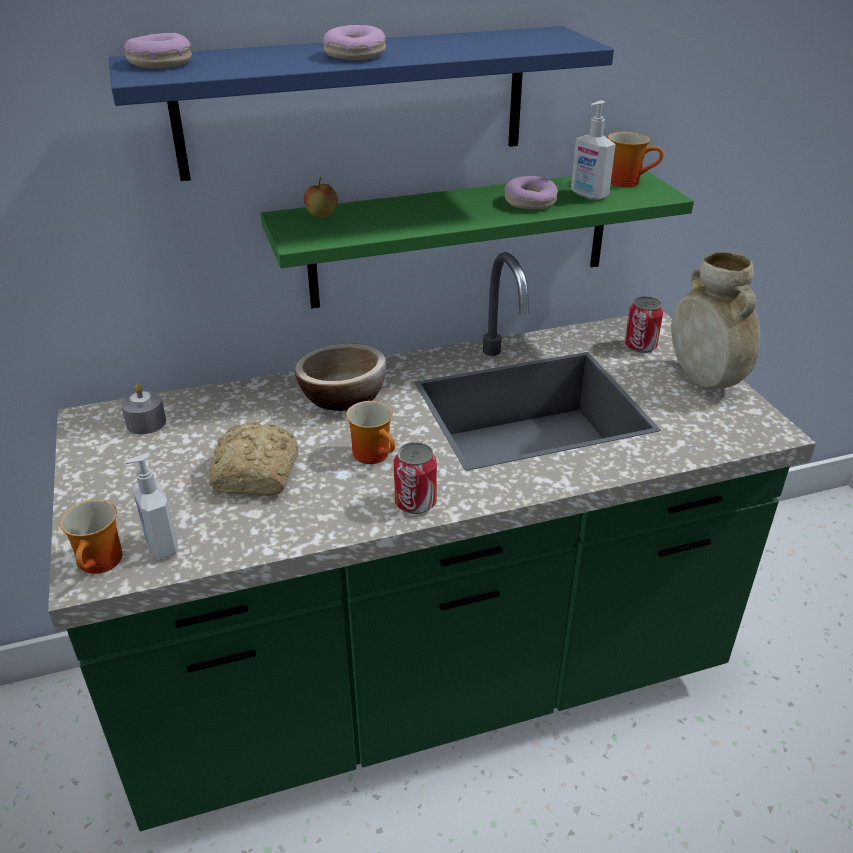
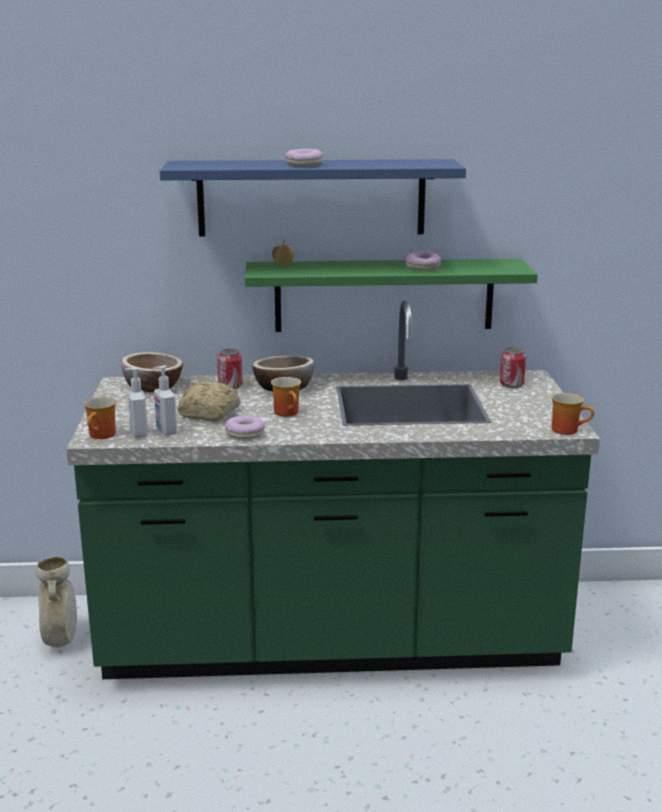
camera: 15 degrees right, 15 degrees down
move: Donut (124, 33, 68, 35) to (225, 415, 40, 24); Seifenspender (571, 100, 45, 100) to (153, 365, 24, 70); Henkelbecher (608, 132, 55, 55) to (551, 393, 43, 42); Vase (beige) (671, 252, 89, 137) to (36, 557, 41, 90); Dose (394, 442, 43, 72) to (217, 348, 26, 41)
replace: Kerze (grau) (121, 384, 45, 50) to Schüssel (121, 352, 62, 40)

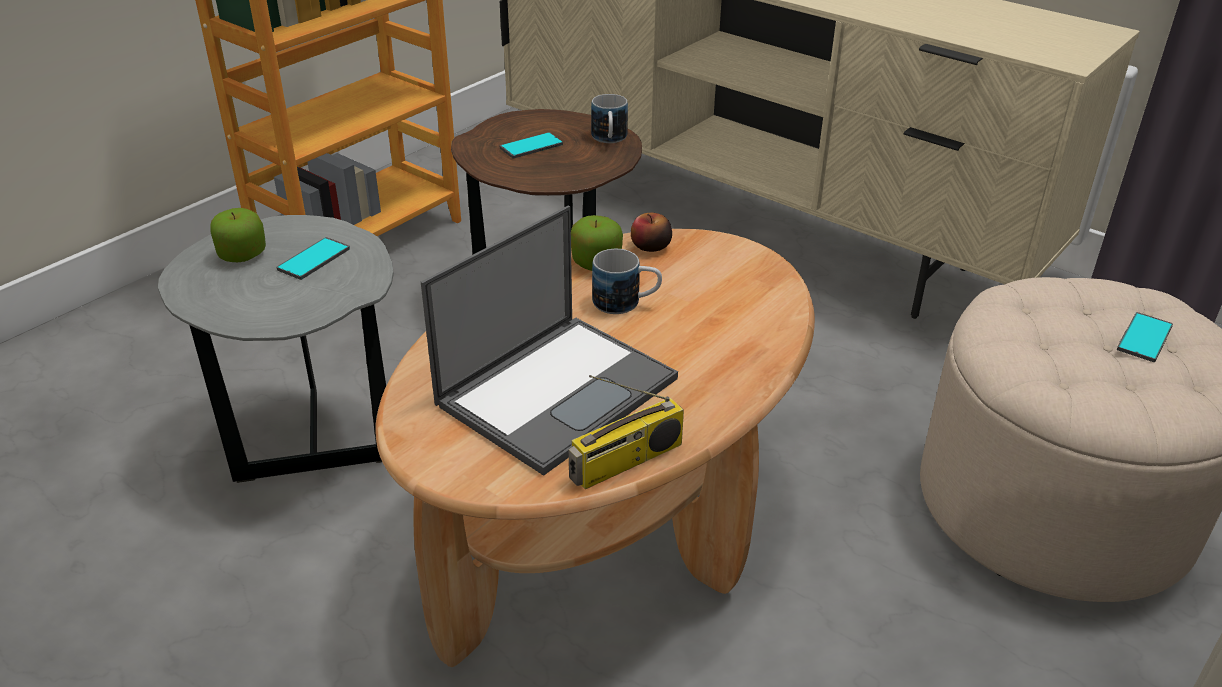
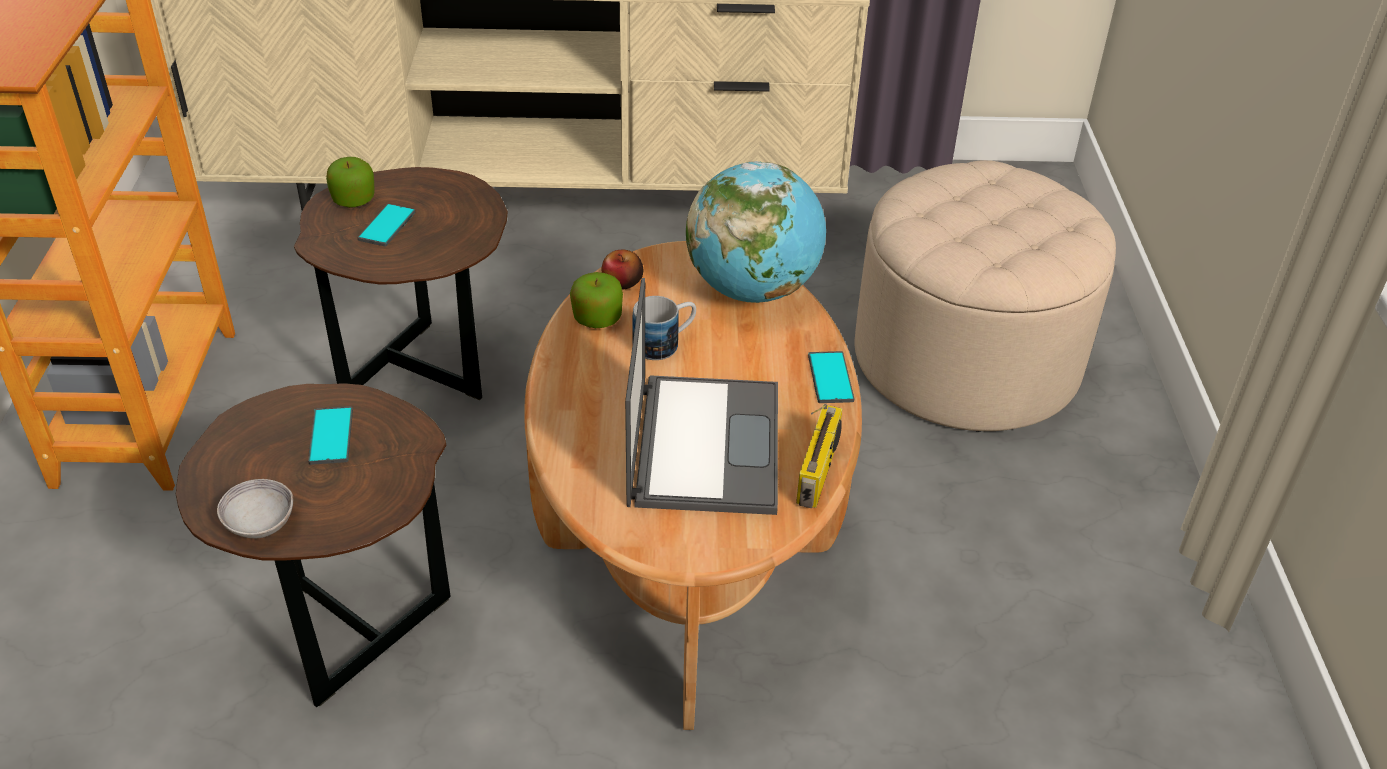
camera: 40 degrees left, 5 degrees up
delete: Henkelbecher (591, 94, 37, 49)
insert: Globus (686, 161, 140, 142); Schüssel (grau) (217, 479, 76, 59)
move: Apfel (210, 208, 56, 54) to (326, 157, 49, 51); Handy (1117, 312, 56, 50) to (808, 351, 46, 52)
recolor: Beistelltisch (grau) (158, 215, 236, 268) to Beistelltisch (braun) (176, 383, 275, 324)

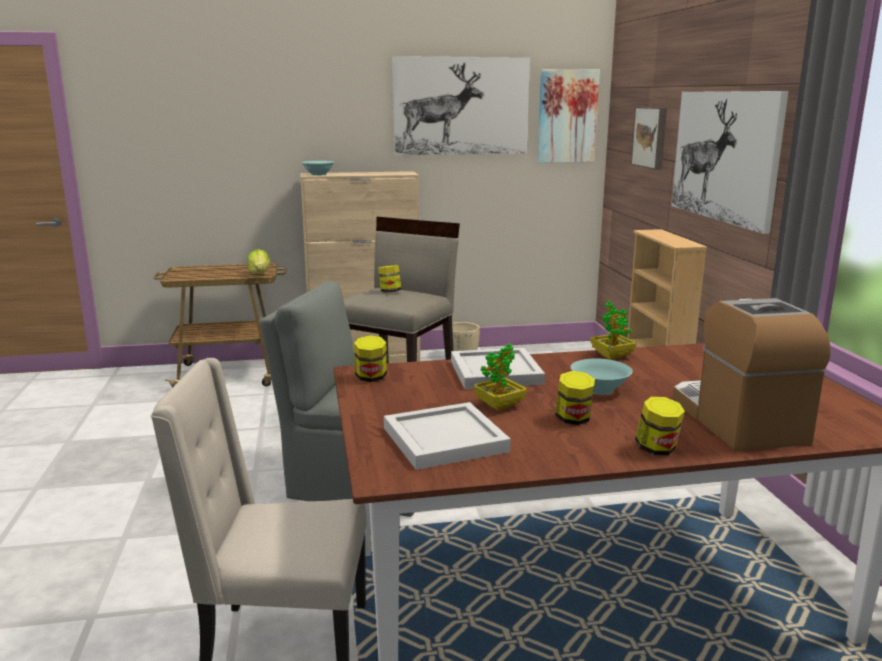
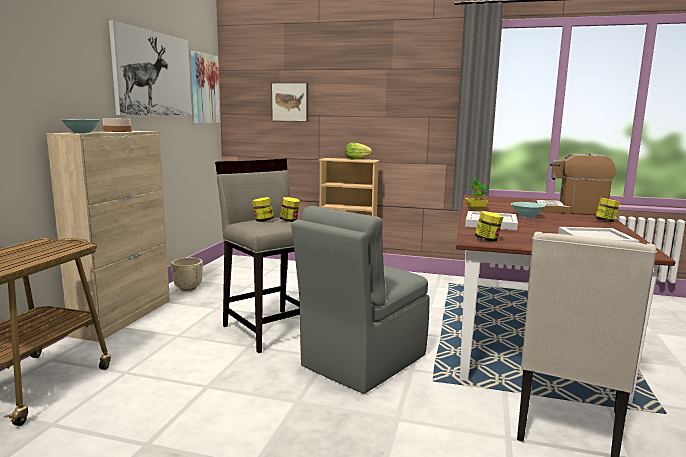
camera: 65 degrees left, 5 degrees down
delete: Bild (671, 91, 118, 143); Topfpflanze (473, 344, 54, 66)
insert: Schüssel (103, 118, 28, 14)
move: Salatkopf (248, 249, 23, 25) to (345, 143, 27, 16); Vorratsglas (555, 371, 40, 54) to (280, 197, 20, 25)

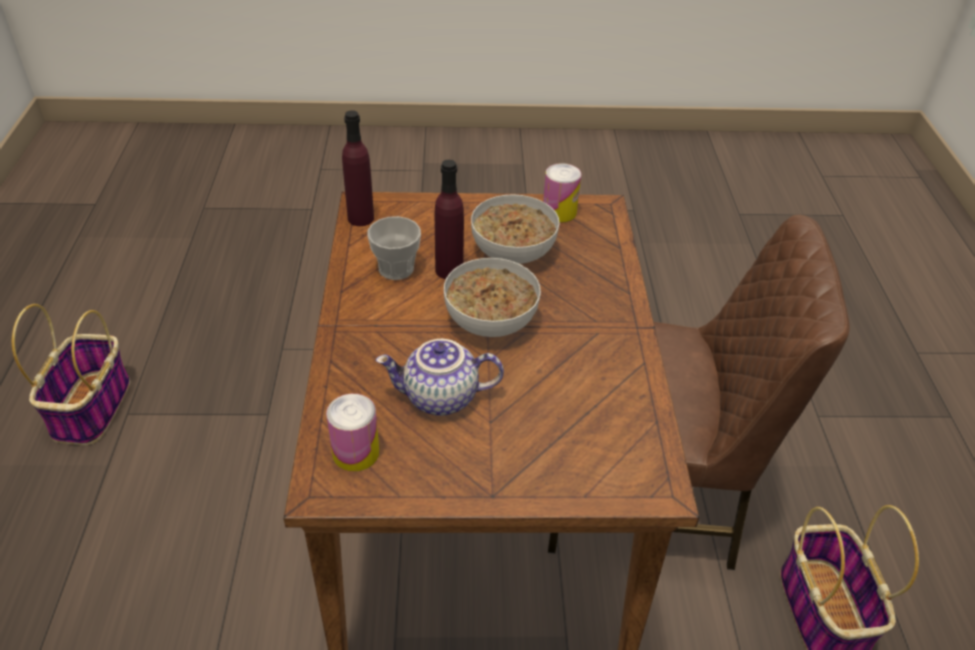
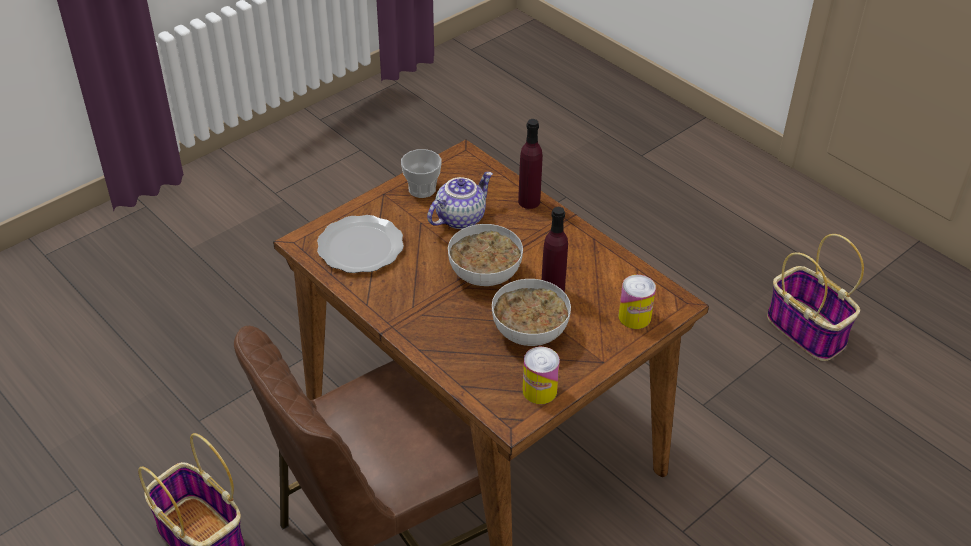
camera: 140 degrees right, 0 degrees up
insert: Teller (317, 215, 87, 58)
move: Flasche (lila) (342, 110, 32, 116) to (518, 119, 24, 90); Tasse (367, 216, 54, 64) to (401, 149, 41, 49); Dose (326, 394, 53, 78) to (619, 275, 37, 54)

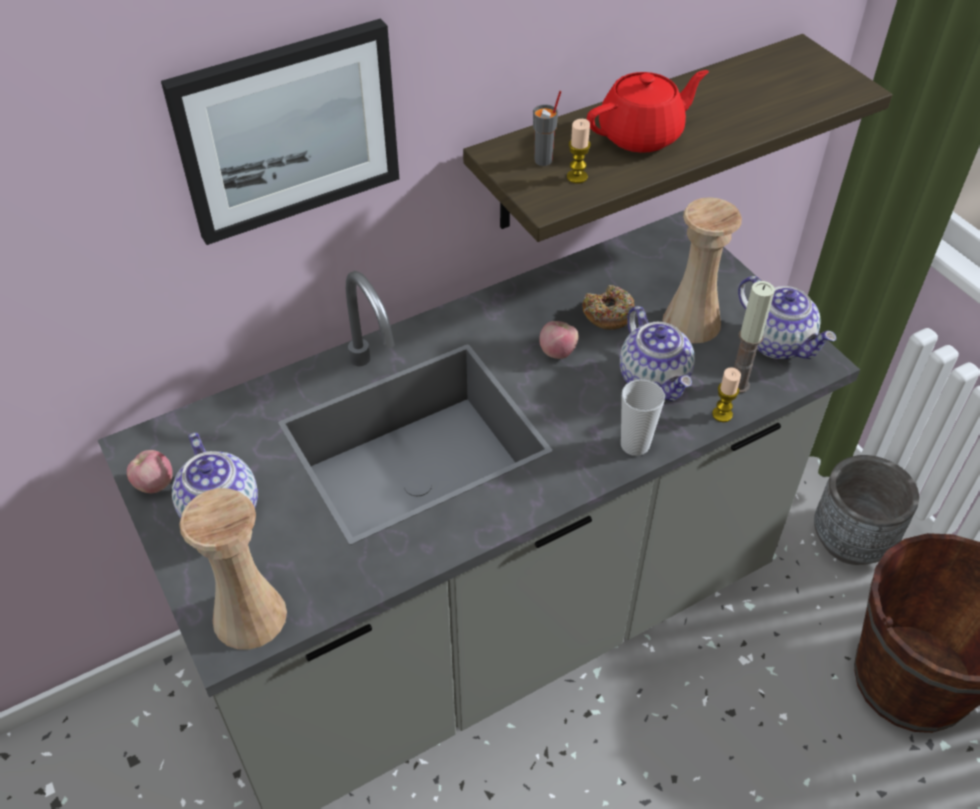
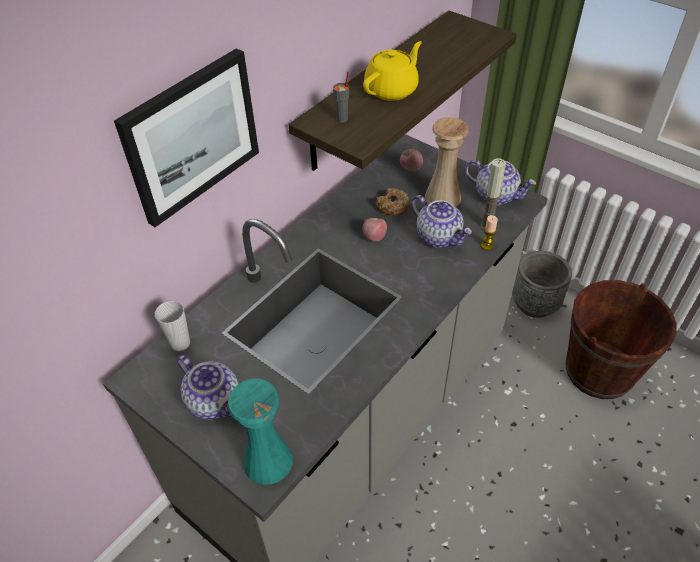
camera: 20 degrees left, 0 degrees up
delete: Kerze (567, 119, 24, 64)
move: Tasse (621, 379, 44, 77) to (155, 301, 35, 50); Apfel (127, 450, 46, 43) to (400, 149, 23, 22)
recolor: Teekanne (rot) (587, 70, 122, 83) to Teekanne (gelb) (363, 41, 59, 60); Vase (beige) (179, 488, 108, 162) to Vase (türkis) (228, 379, 65, 106)

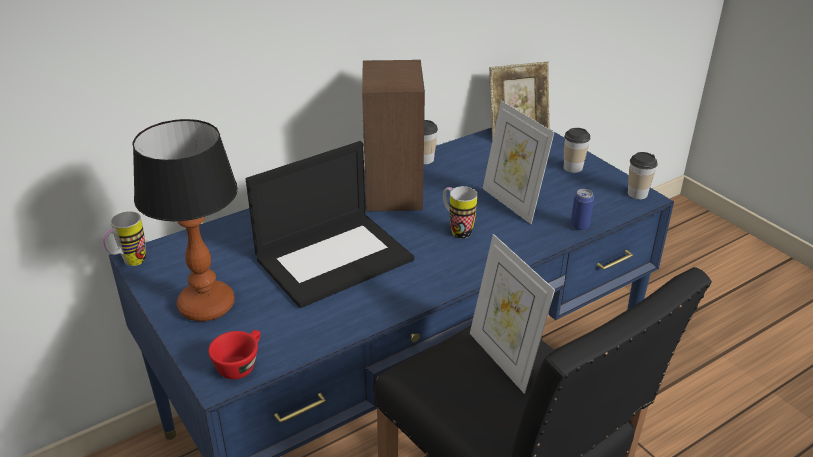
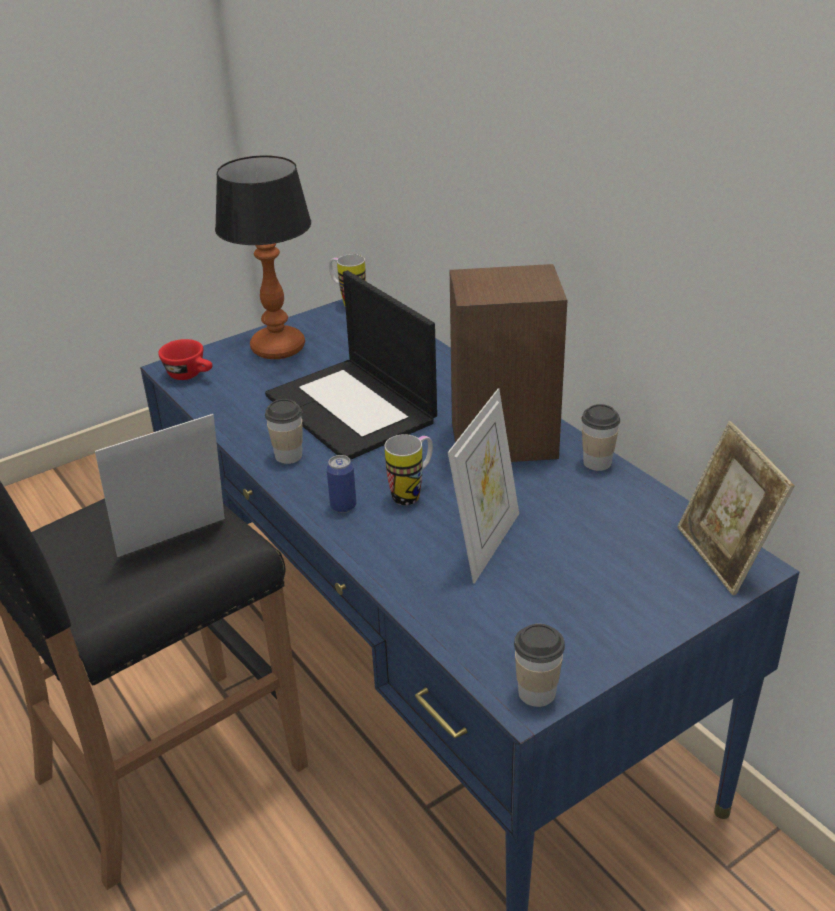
camera: 90 degrees right, 0 degrees up
move: Tasse (564, 128, 26, 45) to (265, 399, 38, 65); Dose (571, 189, 23, 42) to (326, 455, 31, 58)
rotate: Bilderrahmen (482, 101, 72, 123) = (448, 388, 71, 196) 150 degrees clockwise

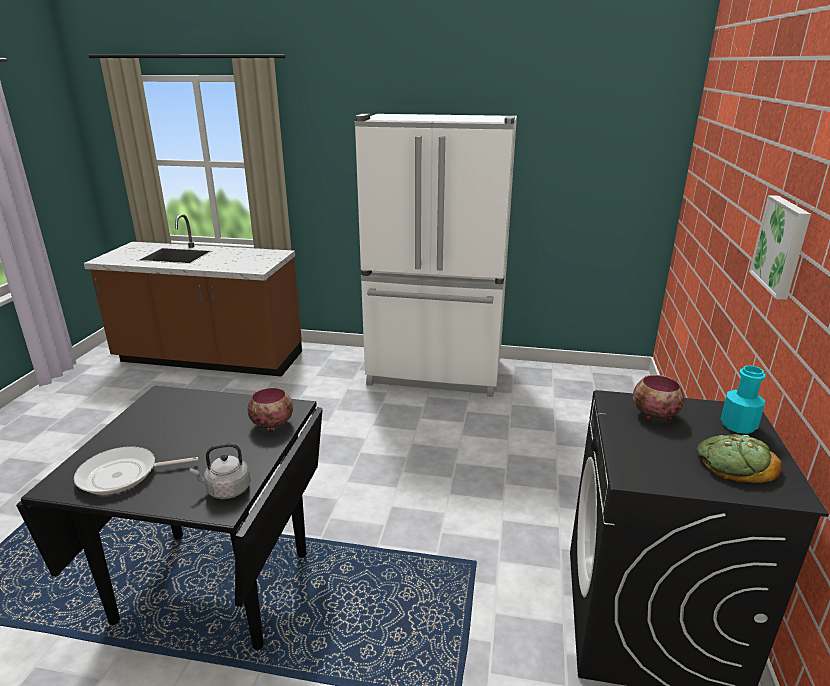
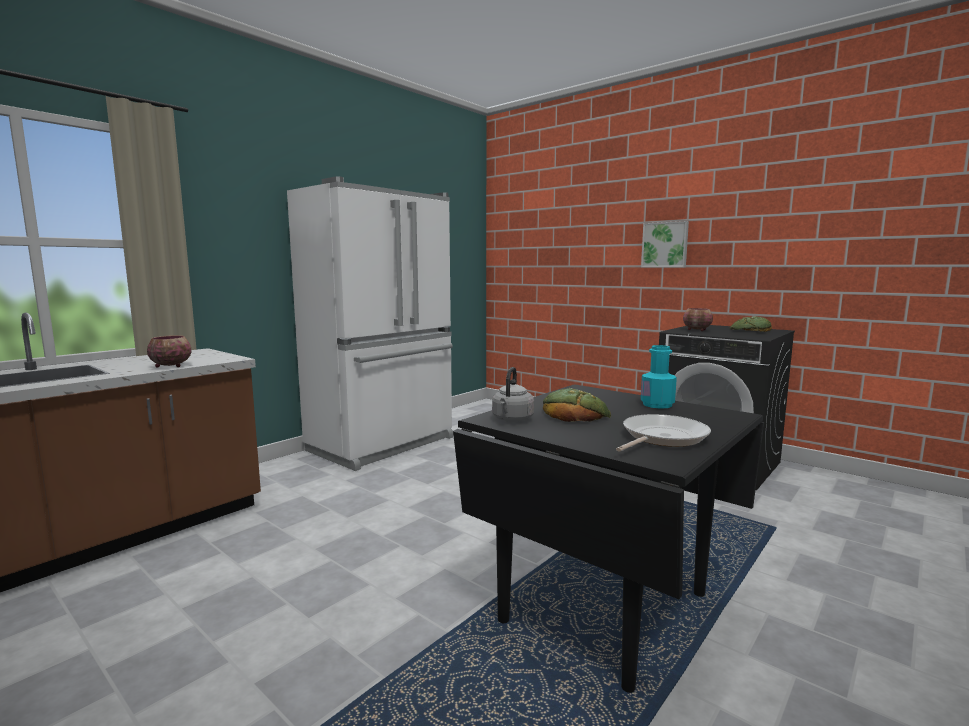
camera: 60 degrees left, 15 degrees down
insert: Brot (543, 388, 68, 34)
move: Flasche (türkis) (721, 365, 45, 69) to (641, 345, 36, 64); Schüssel (247, 387, 46, 45) to (147, 335, 44, 33); Wasserkessel (grau) (189, 443, 61, 56) to (492, 367, 42, 55)
rotate: Pfanne (74, 446, 124, 49) = (616, 414, 95, 38) 150 degrees counterclockwise

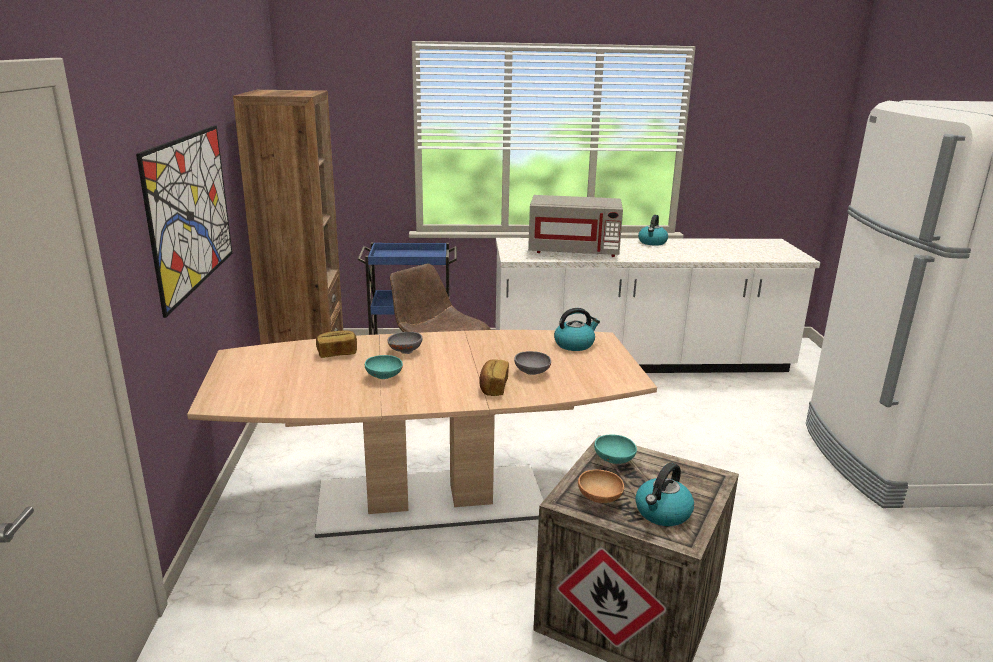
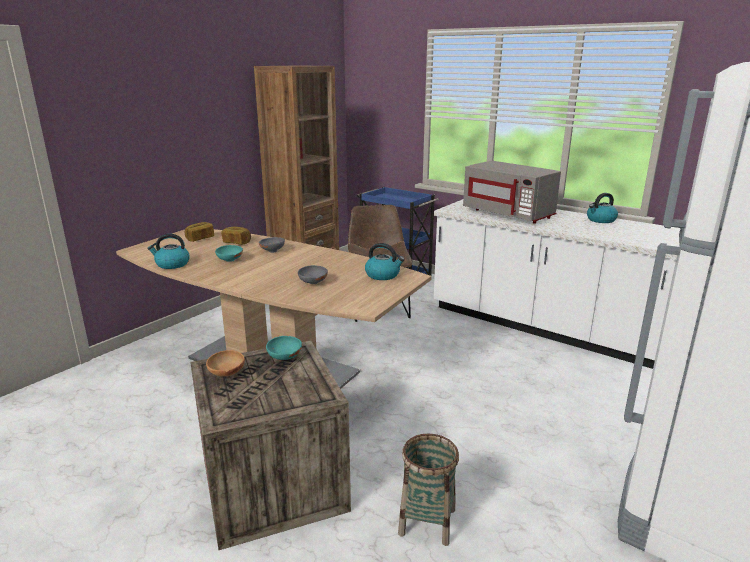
camera: 40 degrees right, 0 degrees up
delete: Bild (136, 125, 96, 193)
insert: Korb (398, 434, 61, 112)
move: Brot (479, 359, 30, 37) to (185, 222, 29, 20); Wasserkessel (635, 462, 59, 64) to (147, 234, 43, 35)

